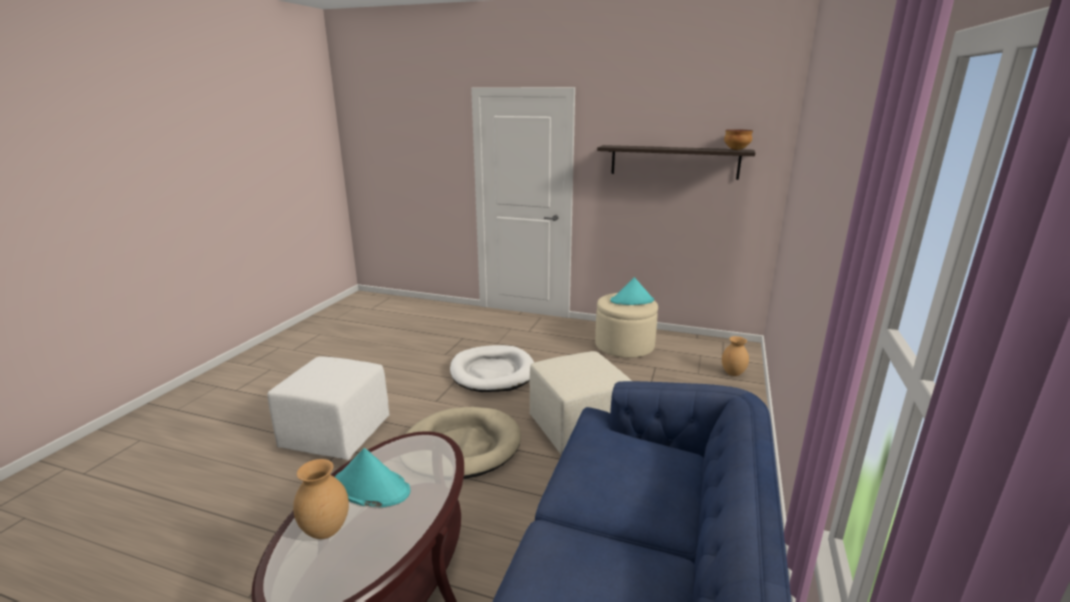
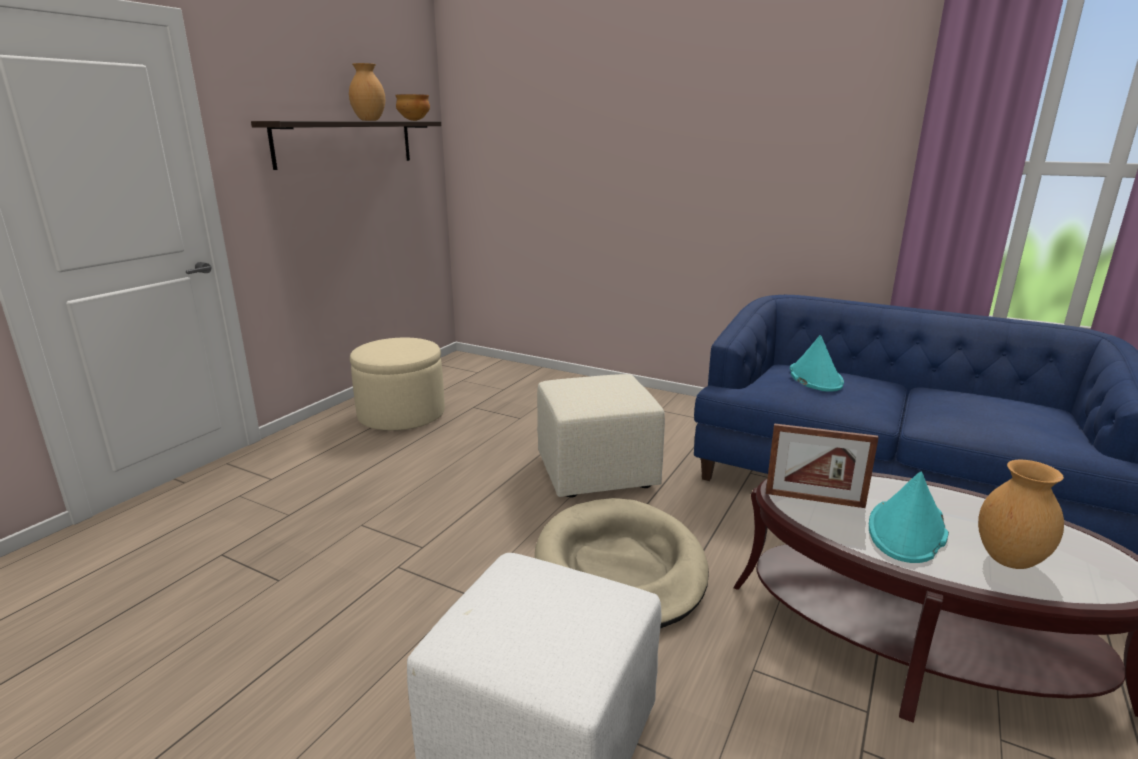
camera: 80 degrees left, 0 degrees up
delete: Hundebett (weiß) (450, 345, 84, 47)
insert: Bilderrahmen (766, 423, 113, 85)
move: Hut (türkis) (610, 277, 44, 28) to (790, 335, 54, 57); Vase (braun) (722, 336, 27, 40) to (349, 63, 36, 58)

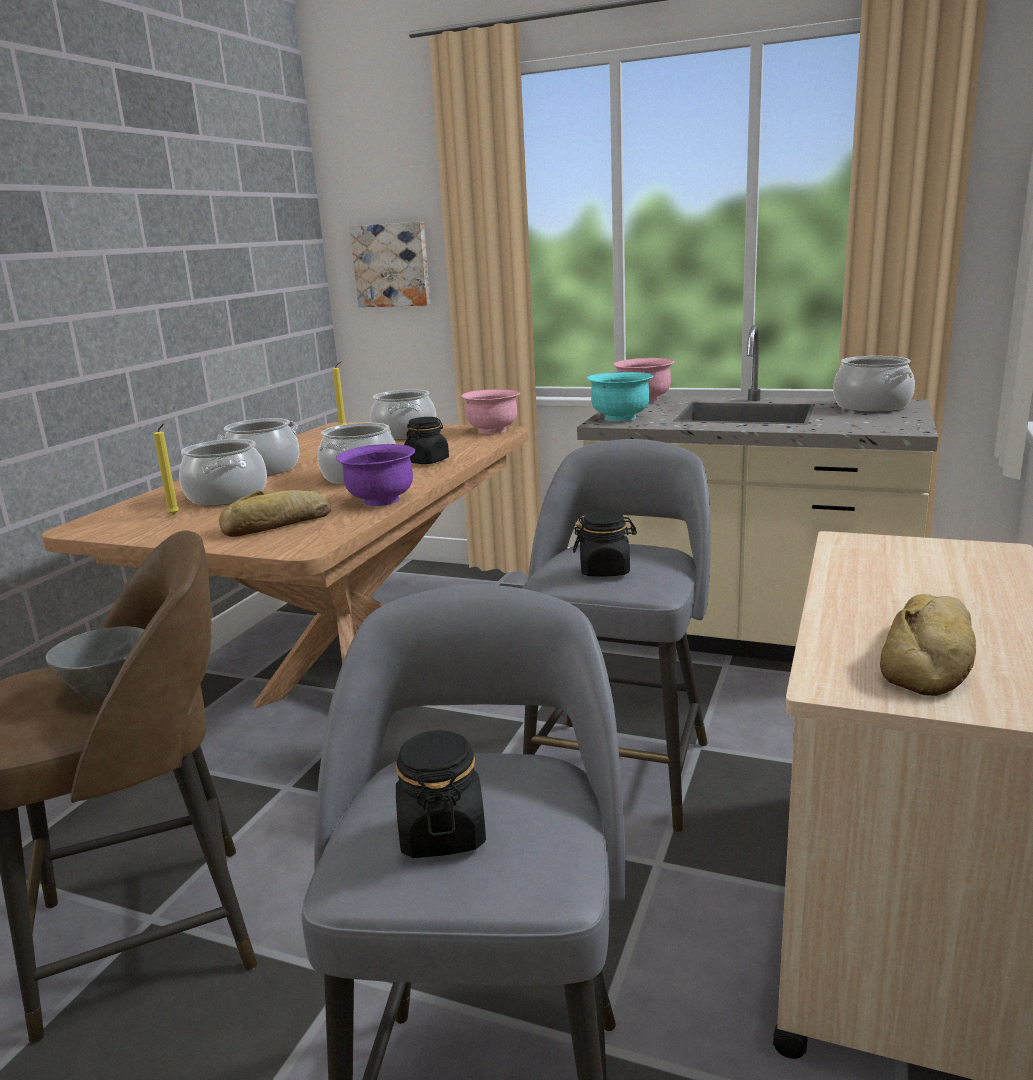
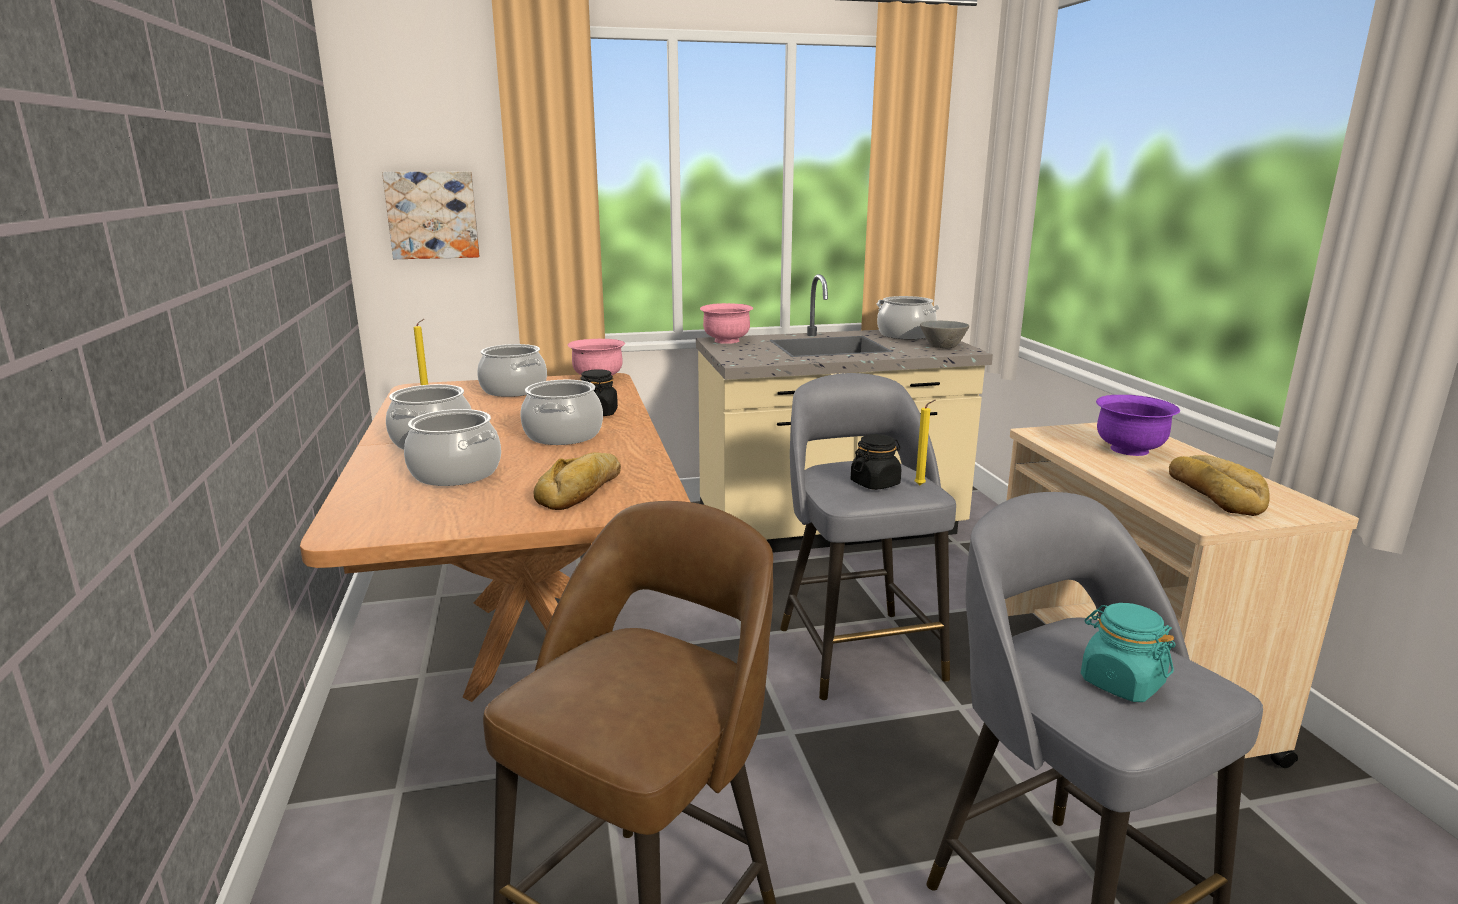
camera: 35 degrees left, 0 degrees up
delete: Schüssel (türkis) (587, 372, 66, 49)
move: Kerze (gelb) (154, 423, 25, 92) to (915, 400, 21, 85); Schüssel (lila) (336, 444, 79, 62) to (1096, 395, 84, 61); Schüssel (grau) (45, 627, 100, 72) to (920, 321, 49, 27)
recolor: Vorratsglas (schwarz) (396, 730, 90, 128) to Vorratsglas (türkis) (1081, 603, 95, 99)

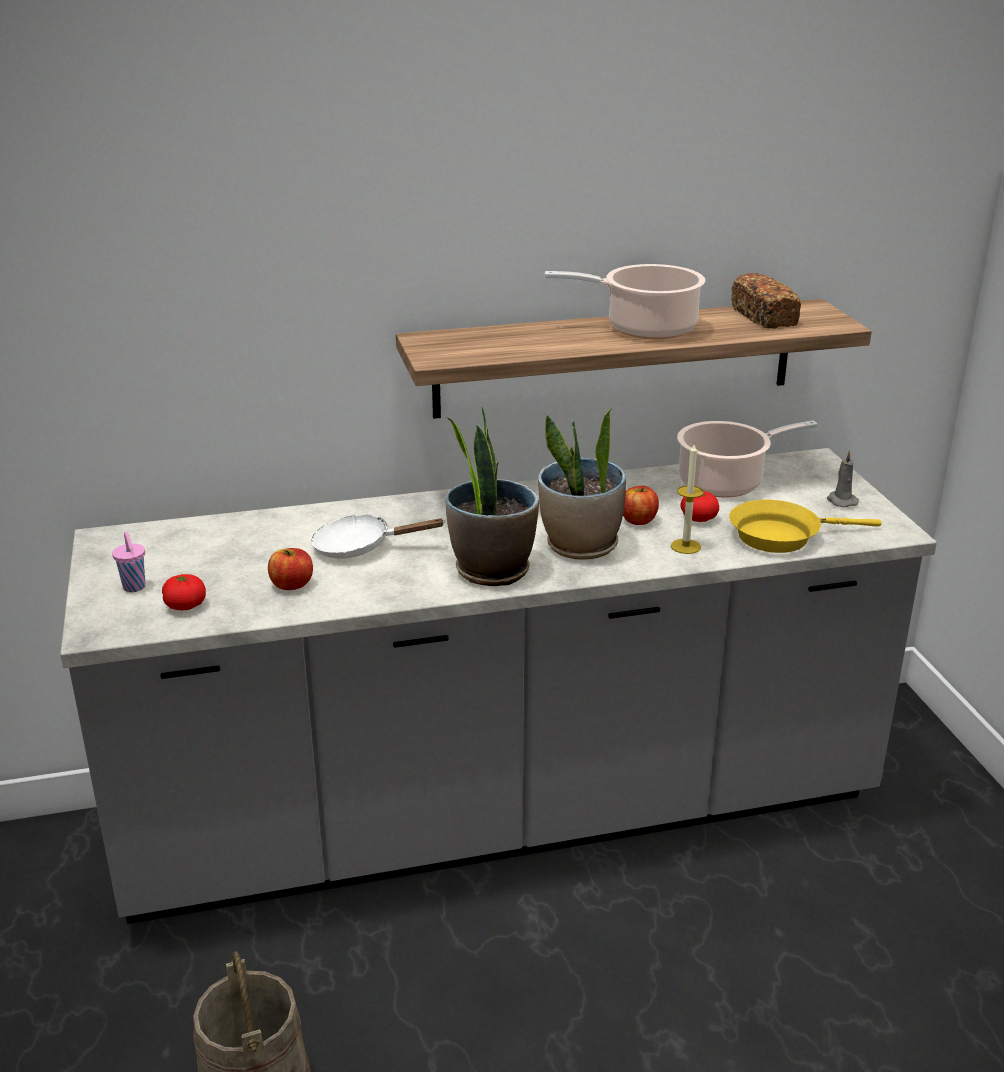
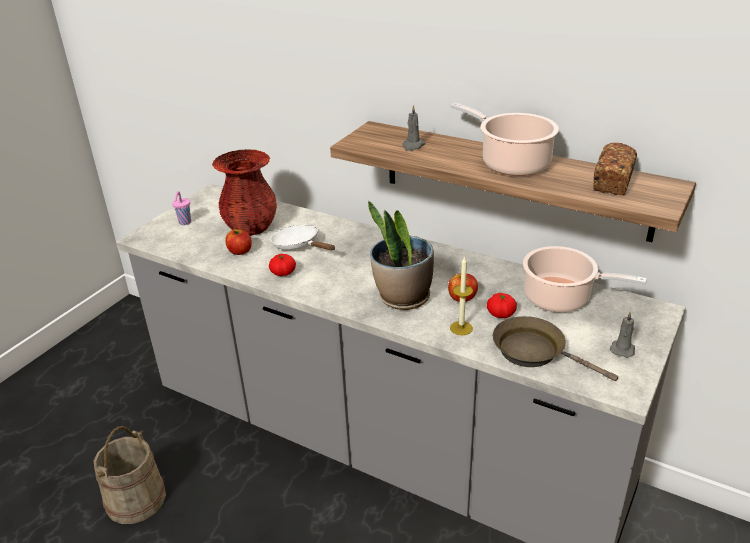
camera: 45 degrees right, 5 degrees up
delete: Topfpflanze (445, 407, 94, 179)
insert: Kerze (grau) (402, 105, 23, 46); Vase (rot) (212, 149, 65, 87)
move: Tomate (162, 574, 44, 36) to (269, 254, 27, 22)
recolor: Pfanne (gelb) (729, 499, 153, 54) to Pfanne (braun) (493, 316, 125, 65)

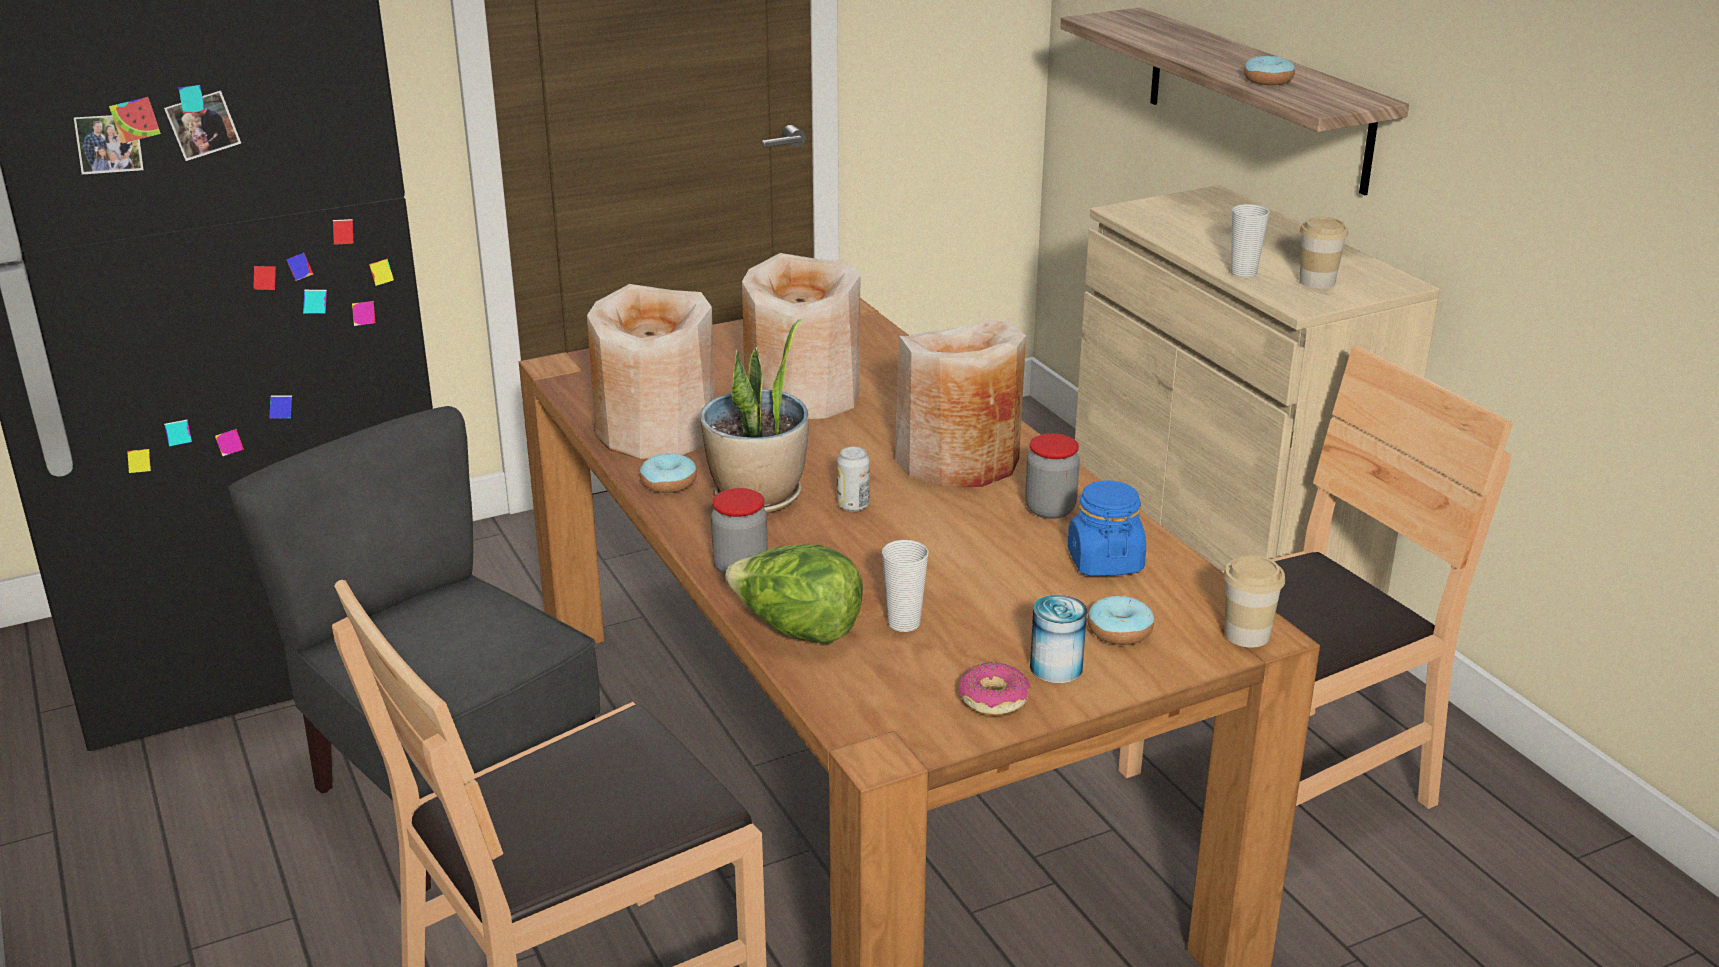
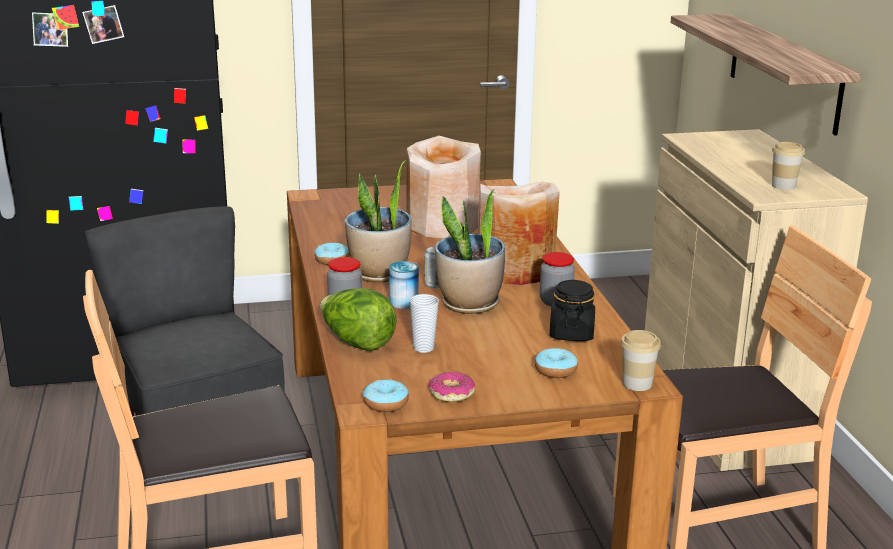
camera: 15 degrees right, 5 degrees down
delete: Tasse (1231, 204, 38, 74); Vase (beige) (587, 284, 128, 175)
insert: Topfpflanze (435, 189, 70, 125)
move: Donut (1244, 56, 51, 29) to (363, 379, 46, 33); Dose (1030, 595, 57, 88) to (389, 261, 30, 48)
recolor: Vorratsglas (blau) (1068, 481, 78, 95) to Vorratsglas (schwarz) (550, 280, 45, 61)

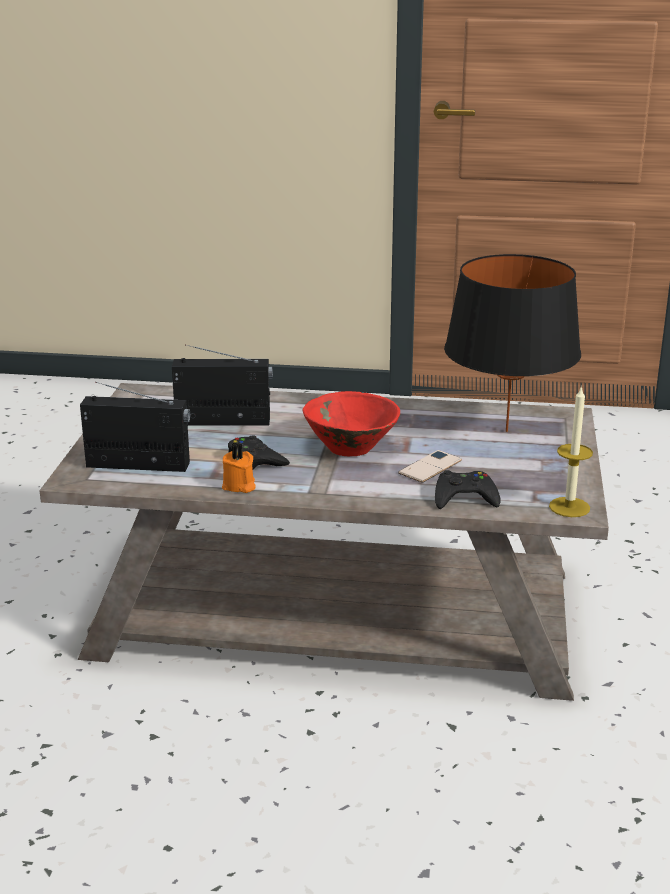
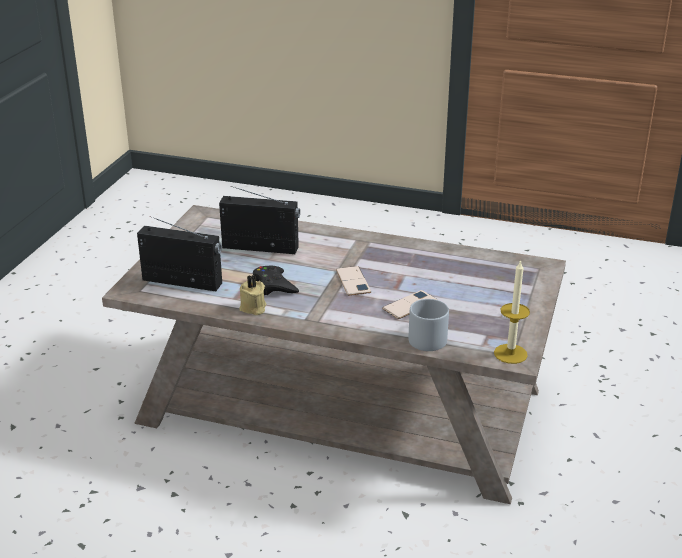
camera: 10 degrees right, 5 degrees up
delete: Tischlampe (schwarz) (444, 254, 137, 178)
replace: Schüssel (rot) (303, 391, 97, 65) to Handy (336, 266, 35, 30); Gamepad (schwarz) (435, 470, 66, 39) to Henkelbecher (grau) (408, 299, 41, 52)
recolor: Kerze (orange) (222, 442, 34, 51) to Kerze (beige) (239, 275, 28, 40)

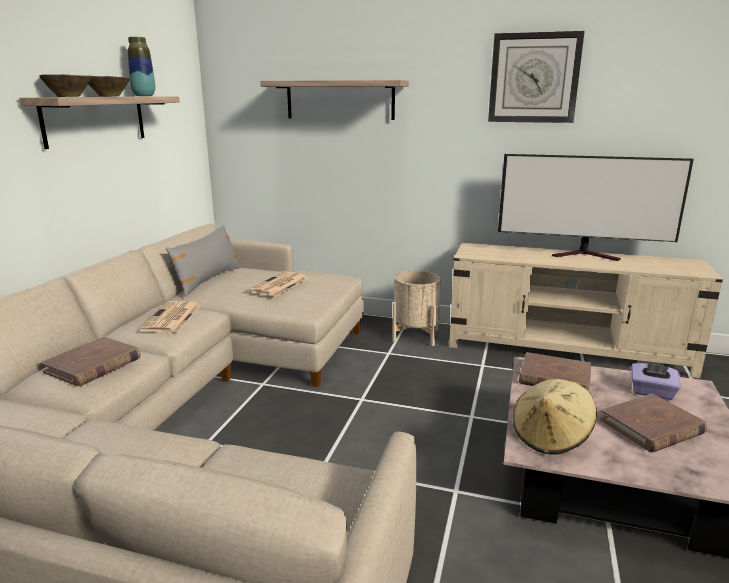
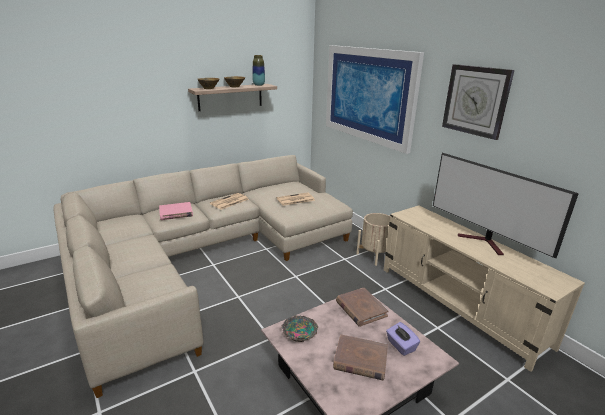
camera: 40 degrees right, 5 degrees up
delete: Kissen (grau) (166, 225, 75, 72)
replace: Wandregal (260, 80, 149, 40) to Bild (326, 45, 98, 109); Hut (beige) (513, 379, 84, 76) to Schüssel (282, 315, 36, 27)
recolor: Buch (braun) (41, 337, 100, 49) to Buch (rosa) (159, 202, 34, 18)

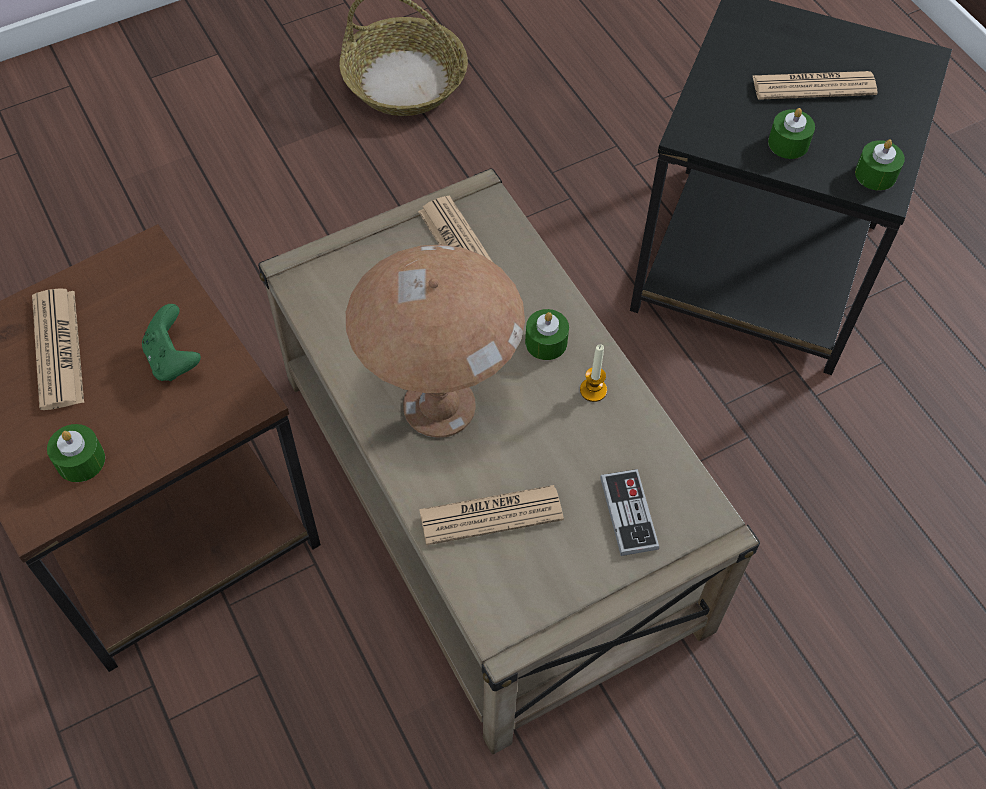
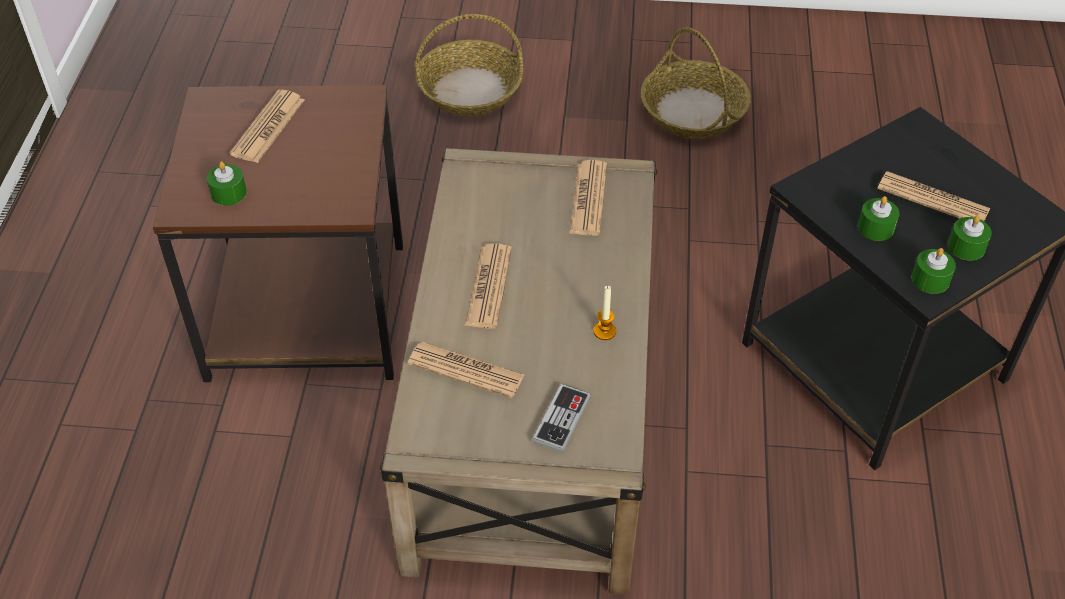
camera: 35 degrees right, 10 degrees down
delete: Gamepad (grün) (142, 304, 59, 77)
insert: Korb (415, 14, 109, 102)
move: Kerze (grün) (525, 309, 44, 51) to (948, 215, 44, 45)
replace: Tischlampe (braun) (346, 244, 179, 194) to Zeitung (465, 243, 47, 86)

